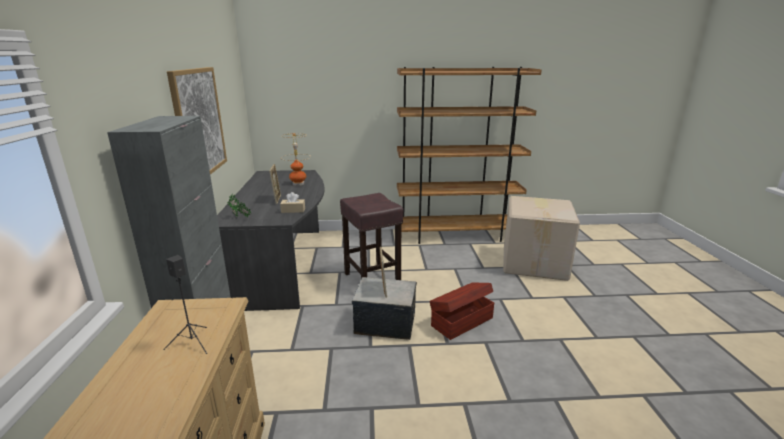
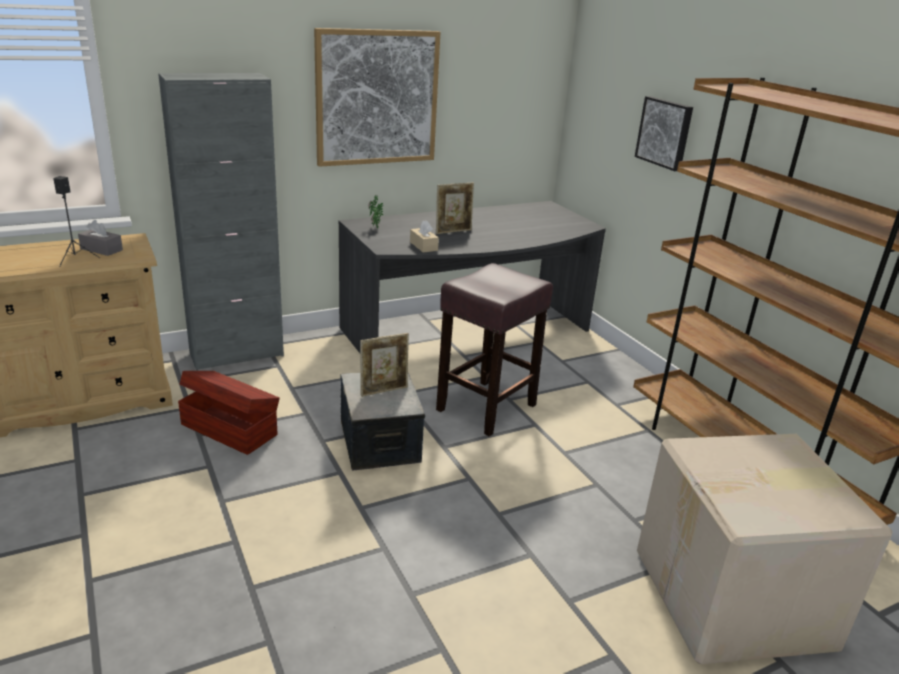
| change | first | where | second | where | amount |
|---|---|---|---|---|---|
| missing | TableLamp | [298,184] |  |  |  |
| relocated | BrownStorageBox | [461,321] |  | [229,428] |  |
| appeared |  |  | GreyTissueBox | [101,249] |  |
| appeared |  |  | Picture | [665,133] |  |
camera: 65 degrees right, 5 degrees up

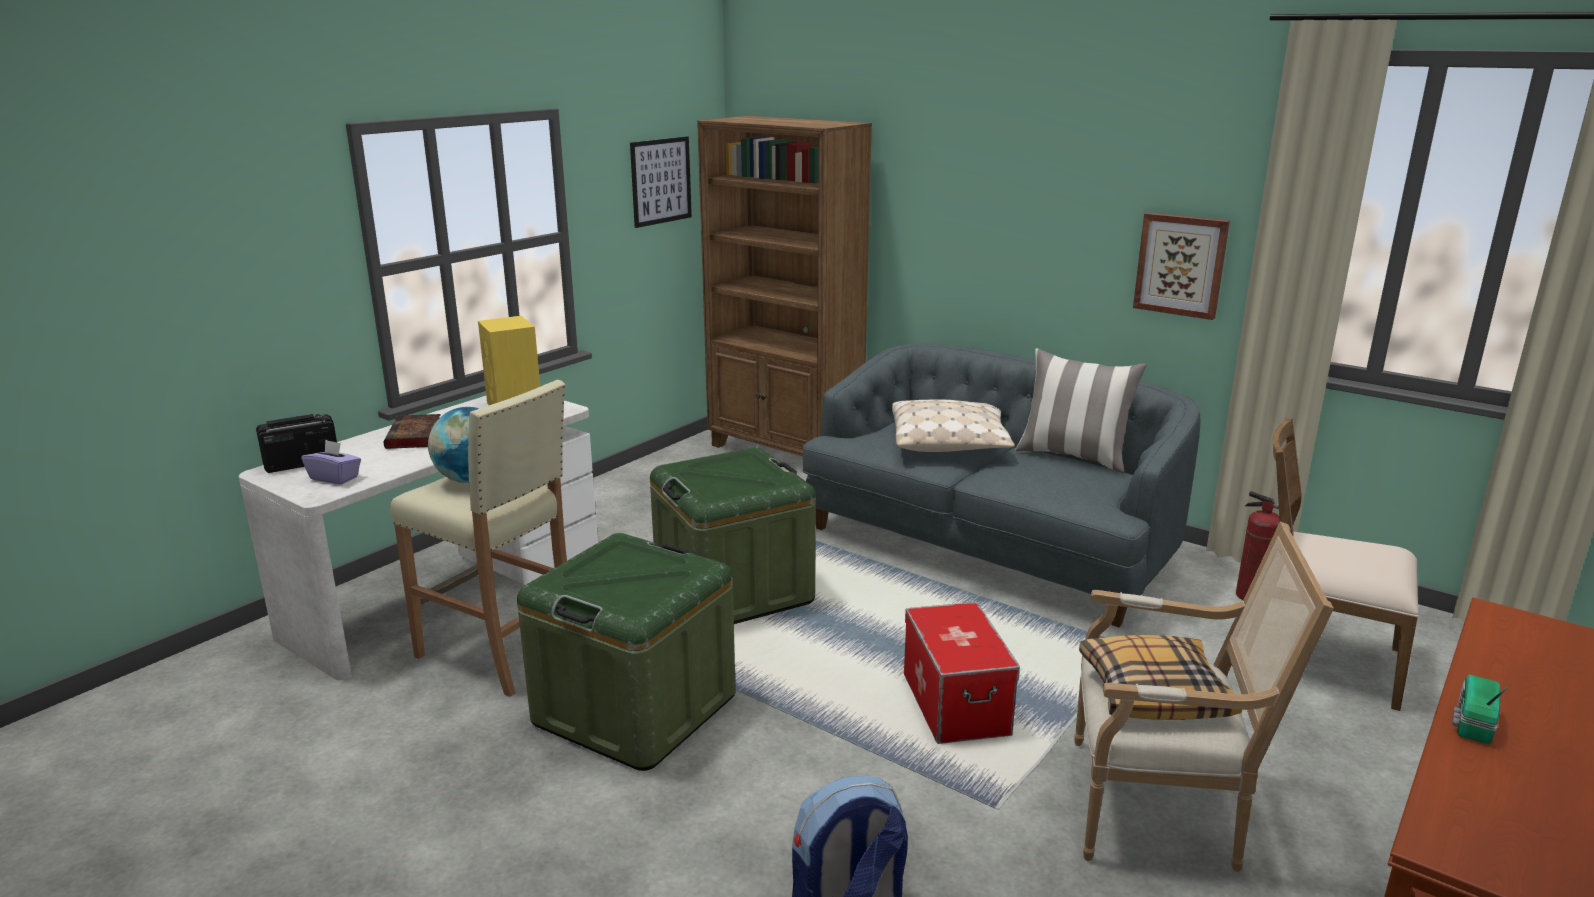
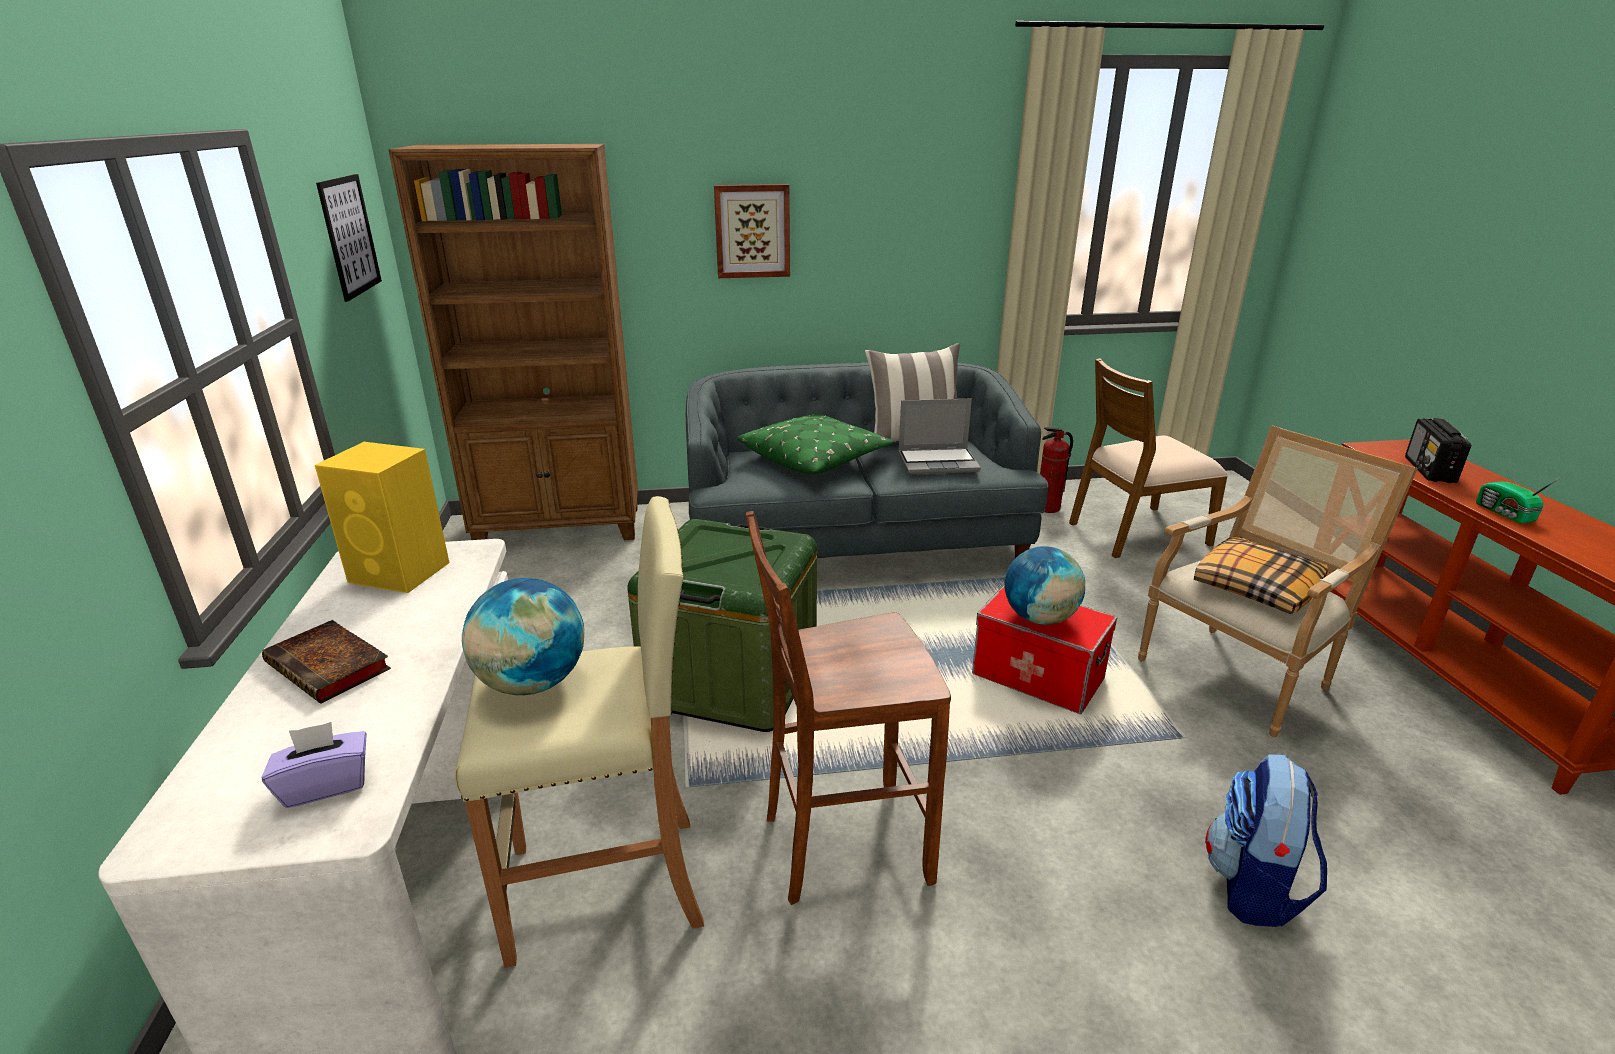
| change | first | where | second | where | amount |
|---|---|---|---|---|---|
| relocated | Radio | [301,463] |  | [1429,470] |  |
| exchanged | GreenStorageBox | [635,709] | BrownStool | [841,845] |  |
| colour | BeigePillow | [950,442] | GreenPillow | [815,458] |  |
| relocated | Picture | [1181,265] |  | [752,231] |  |
| appeared |  |  | Laptop | [938,462] |  |
| appeared |  |  | Globe | [1039,618] |  |
camera: 45 degrees left, 5 degrees up

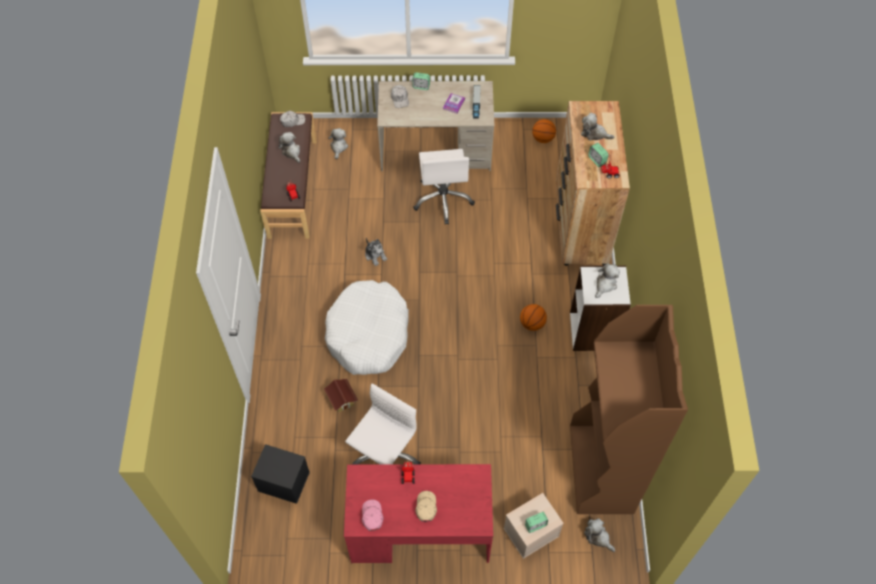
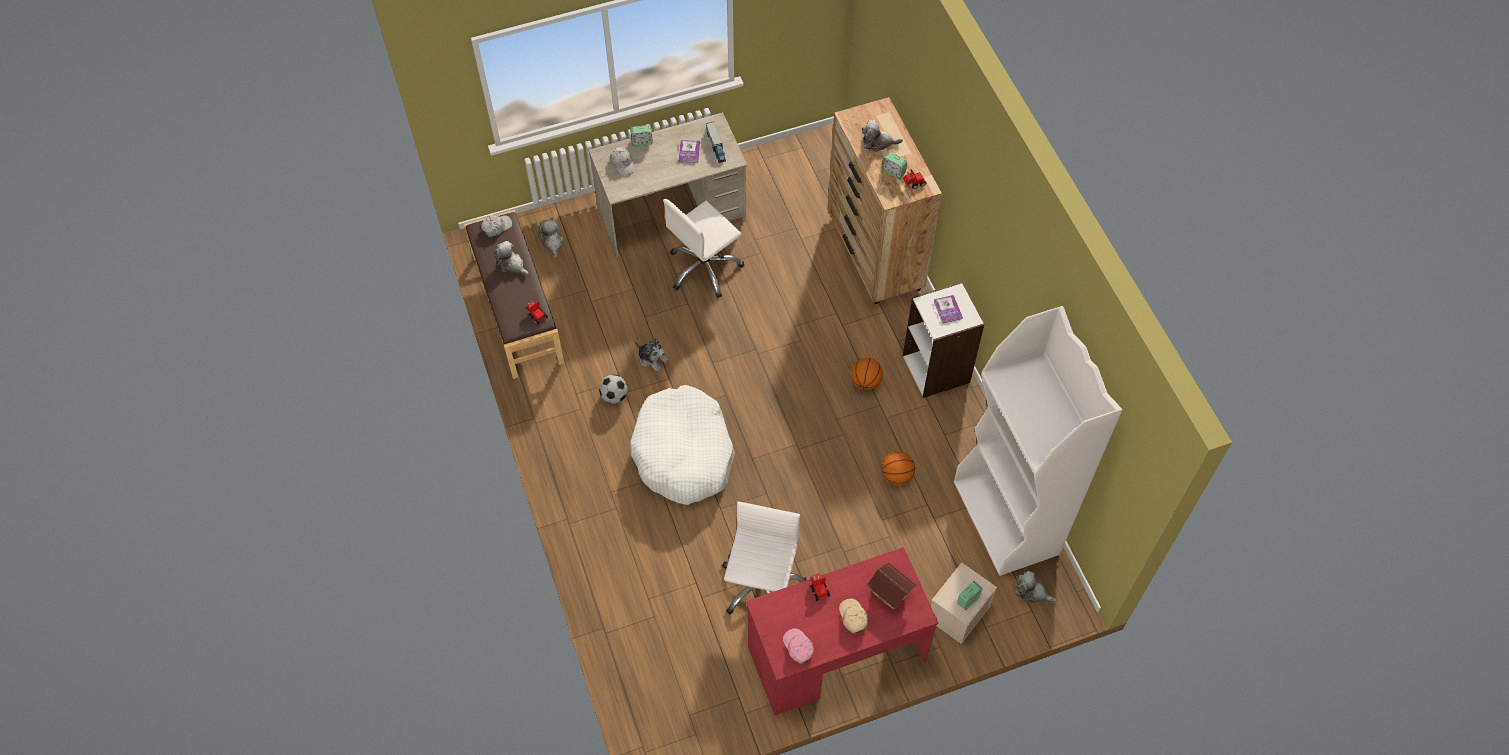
| change | first | where | second | where | amount |
|---|---|---|---|---|---|
| missing | BlackStorageBox | [283,481] |  |  |  |
| relocated | ToyHouse | [342,400] |  | [890,593] |  |
| spun | WhiteOfficeChair | [443,199] |  | [704,269] | 75 degrees clockwise |
| relocated | Basketball | [543,138] |  | [897,475] |  |
| colour | BrownBookcase | [601,470] | WhiteBookcase | [1006,519] |  |
| exchanged | PlushToy | [605,284] | Book | [947,310] |  |
| appeared |  |  | Football | [614,396] |  |
camera: 20 degrees left, 0 degrees up

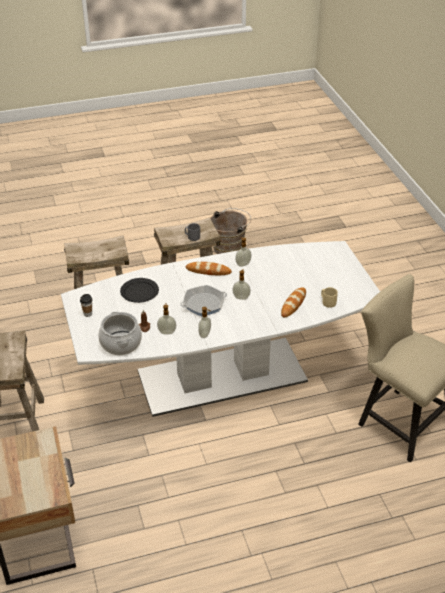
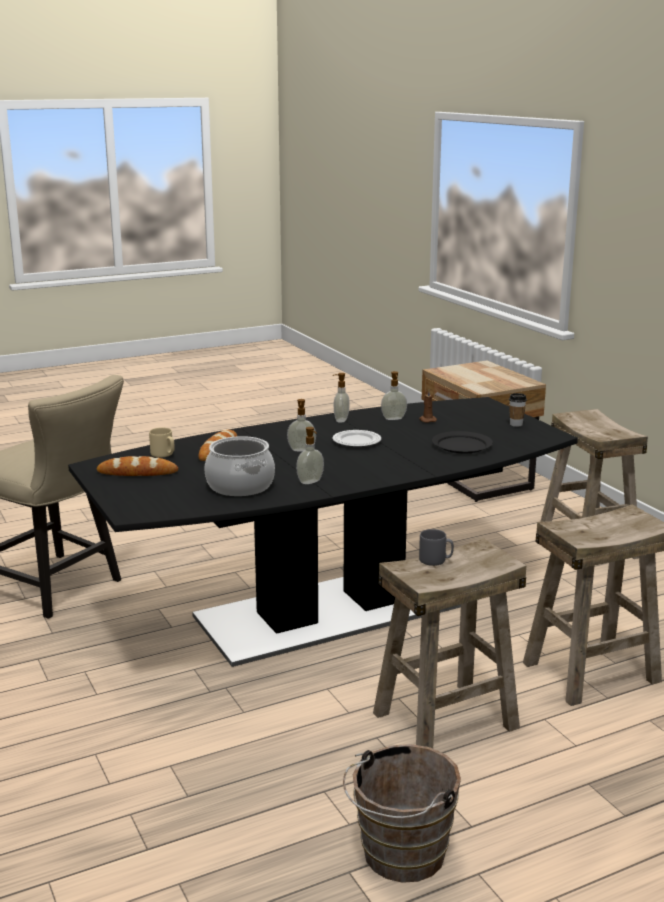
| change | first | where | second | where | amount |
|---|---|---|---|---|---|
| colour | WhiteDiningTable | [222,376] | BlackDiningTable | [331,610] |  |
| relocated | CookingPot | [120,343] |  | [240,486] |  |
| exchanged | FryingPan | [203,304] | Plate | [356,441] |  |
| relocated | Bread | [208,271] |  | [137,472] |  |
camera: 170 degrees right, 20 degrees down

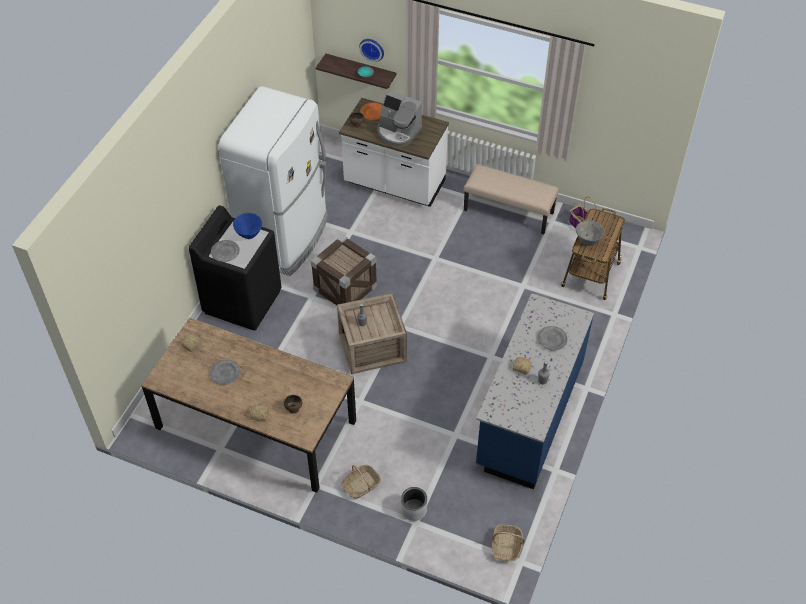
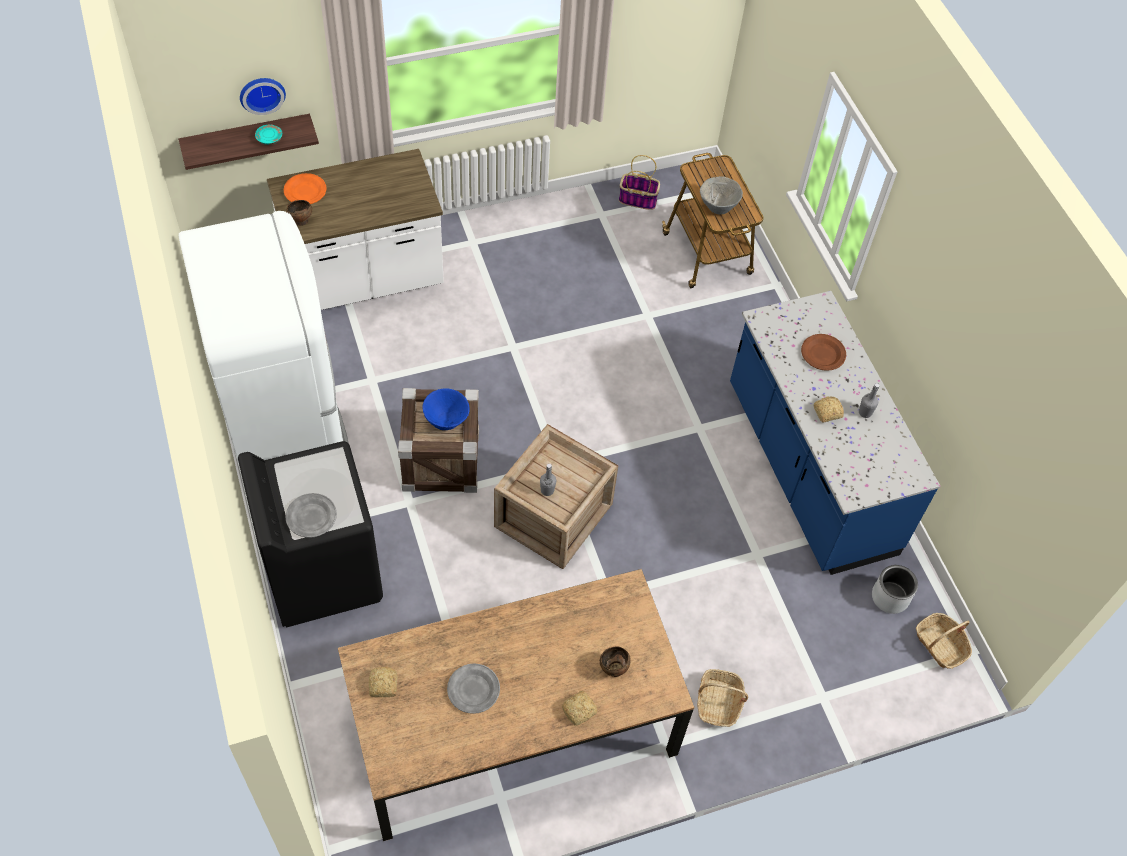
| change | first | where | second | where | amount |
|---|---|---|---|---|---|
| relocated | BlueBowl | [249,234] |  | [446,422] |  |
| missing | CoffeeMachine | [398,132] |  |  |  |
| relocated | GreyPlanter | [413,509] |  | [890,597] |  |
| missing | BeigeBench | [509,211] |  |  |  |
| colour | GreyPlate | [552,339] | BrownPlate | [823,354] |  |
camera: 45 degrees left, 5 degrees up

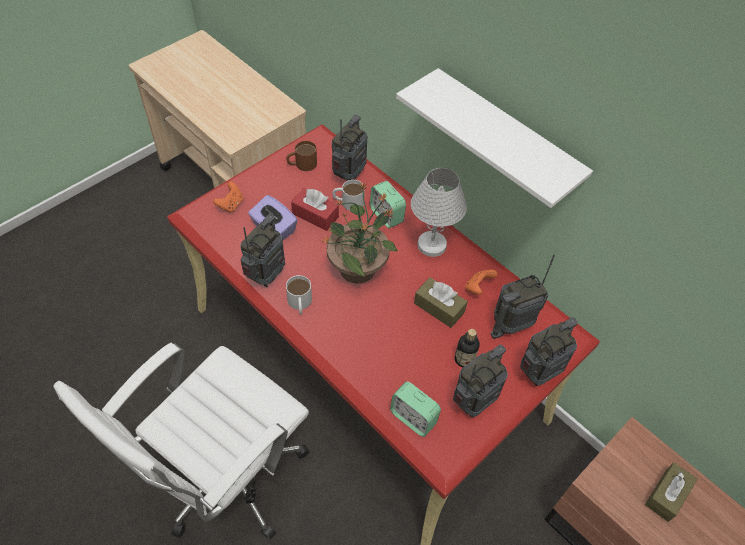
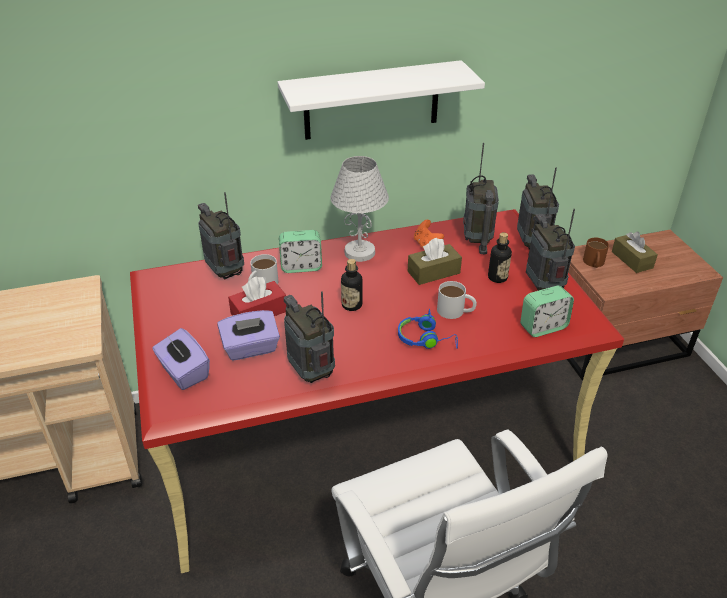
| change | first | where | second | where | amount |
|---|---|---|---|---|---|
| exchanged | OrangeGameController | [231,205] | PurpleTissueBox | [184,372] |  |
| relocated | BrownMug | [302,164] |  | [594,263] |  |
| relocated | WhiteMug | [300,303] |  | [456,311] |  |
| exchanged | PottedPlant | [358,268] | Bottle | [352,305] |  |
| appeared |  |  | BlueHeadphones | [426,339] |  |
camera: 60 degrees left, 15 degrees down

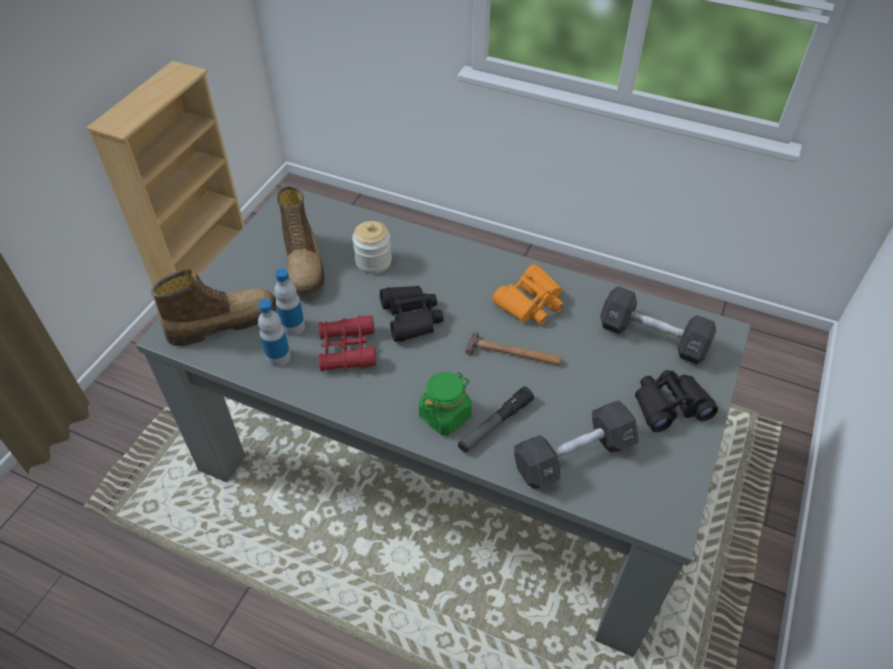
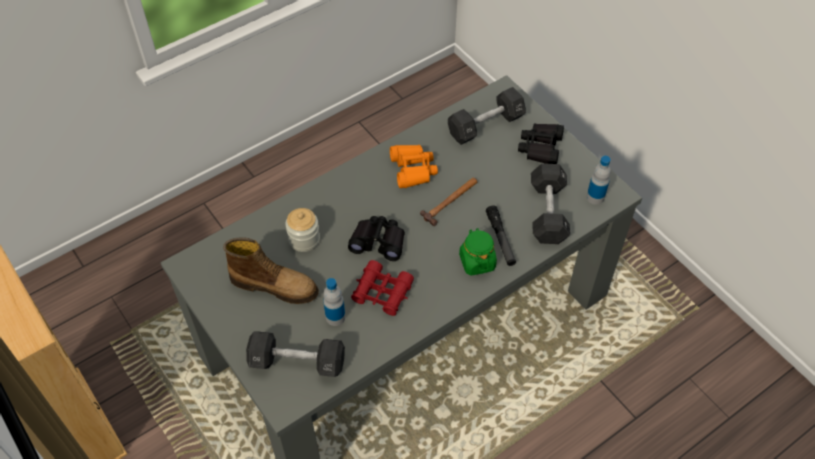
| change | first | where | second | where | amount |
|---|---|---|---|---|---|
| exchanged | Boot | [223,322] | BlackDumbbell | [297,362] |  |
| relocated | Bottle | [278,357] |  | [595,197] |  |
camera: 60 degrees left, 5 degrees up

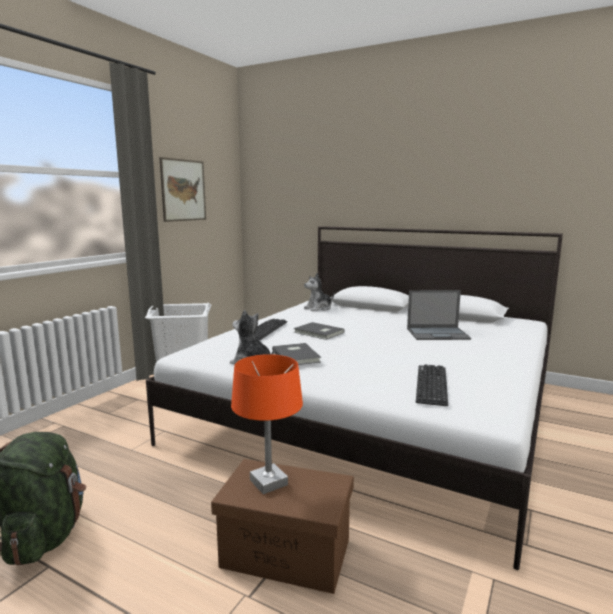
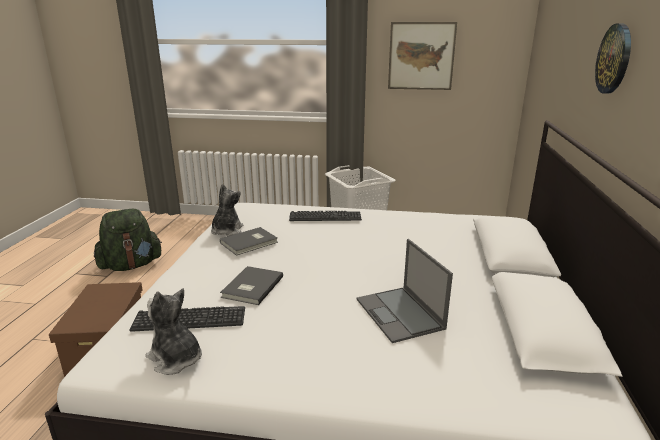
| change | first | where | second | where | amount |
|---|---|---|---|---|---|
| missing | OrangeTableLamp | [269,483] |  |  |  |
| relocated | GreyBook | [318,333] |  | [251,287] |  |
| relocated | PlushToy | [319,308] |  | [176,359] |  |
| appeared |  |  | WallClock | [614,59] |  |
camera: 70 degrees right, 10 degrees up

